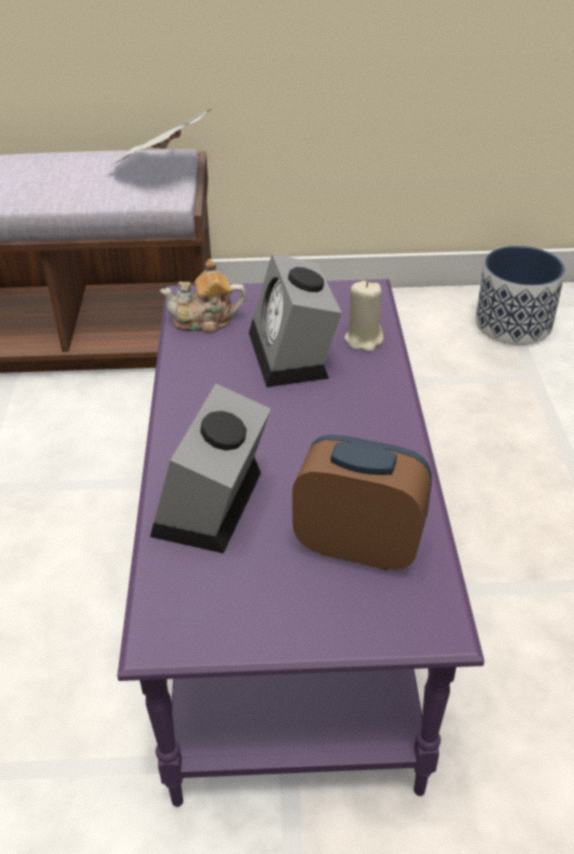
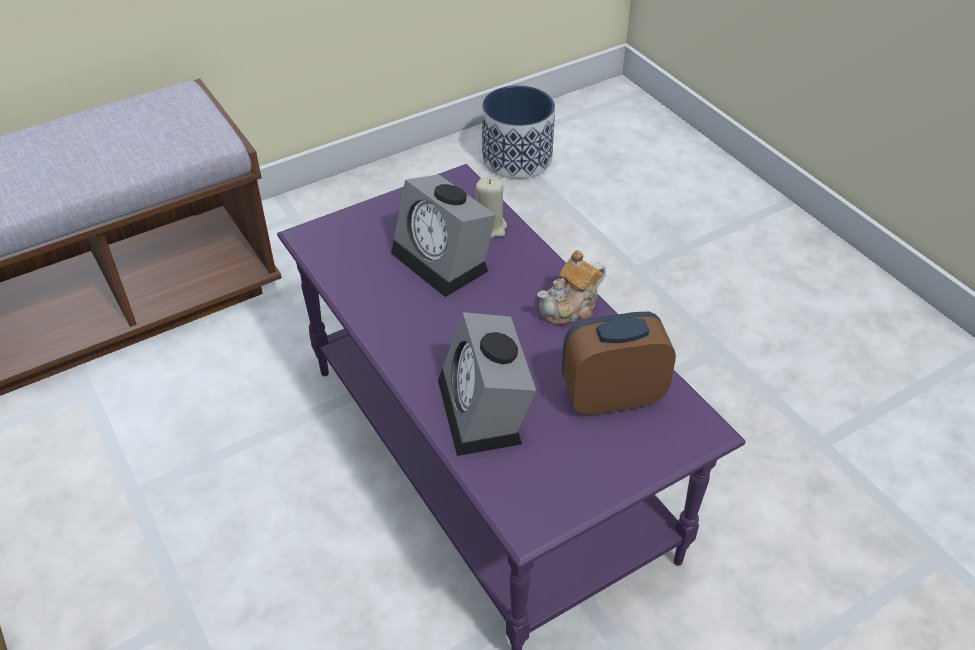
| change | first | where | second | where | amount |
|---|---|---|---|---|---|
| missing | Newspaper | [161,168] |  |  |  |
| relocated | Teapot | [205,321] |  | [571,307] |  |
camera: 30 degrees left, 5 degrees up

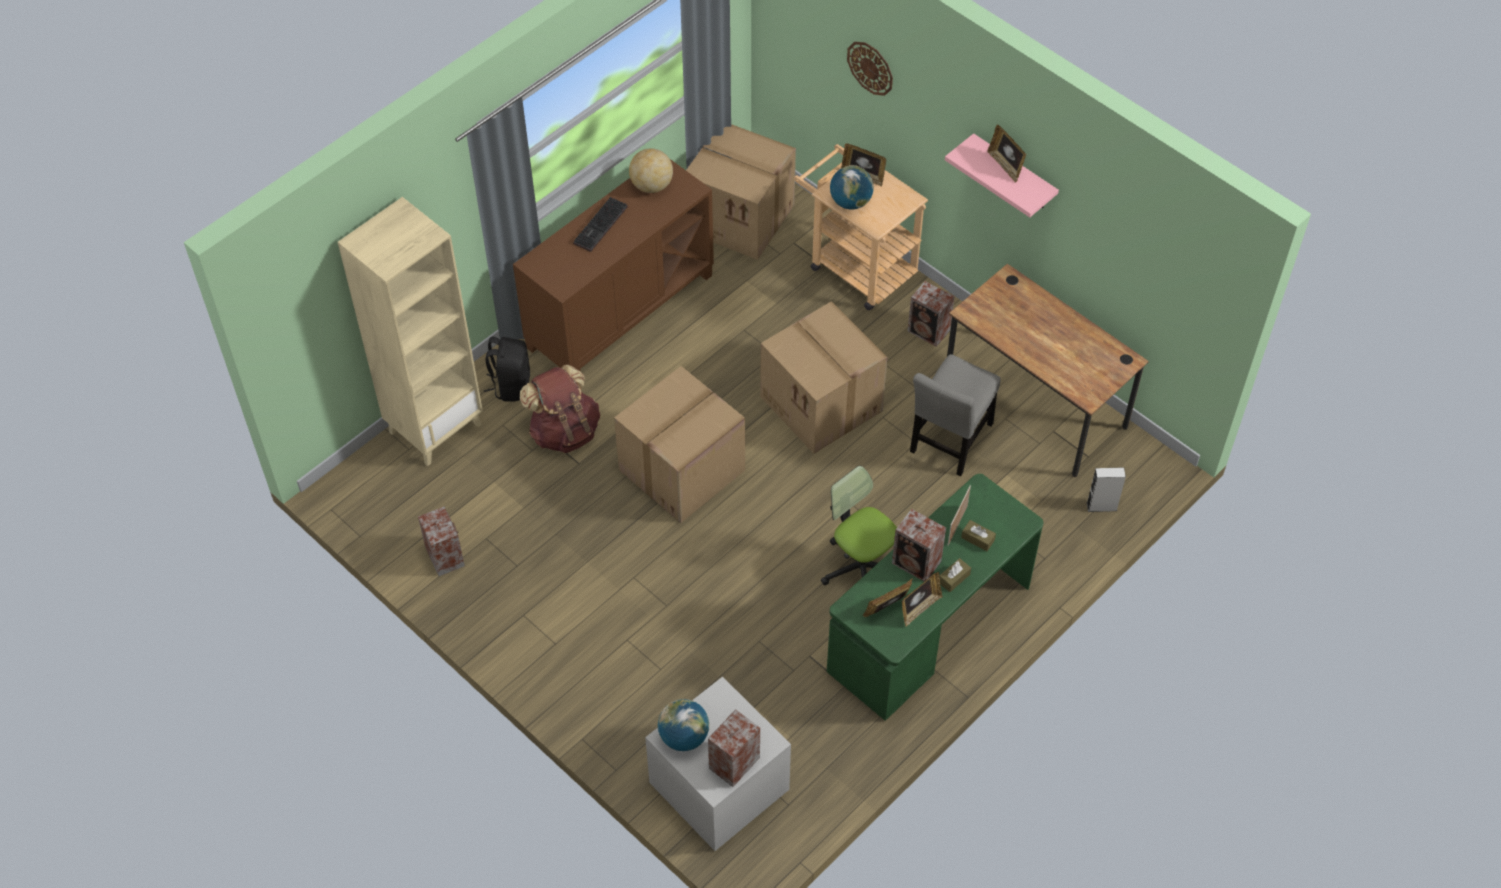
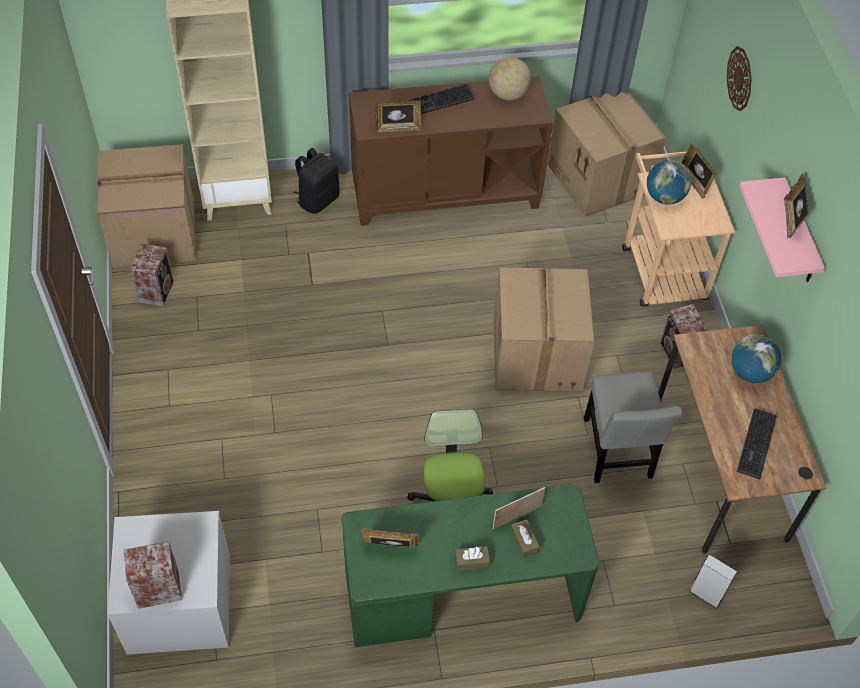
| change | first | where | second | where | amount |
|---|---|---|---|---|---|
| missing | BrownBackpack | [564,431] |  |  |  |
| relocated | CardboardBox | [682,472] |  | [152,234] |  |
| relocated | Globe | [684,737] |  | [750,372] |  |
| missing | Speaker | [917,563] |  |  |  |
| relocated | PictureFrame | [919,608] |  | [398,128] |  |
| spun | GreyChair | [950,441] |  | [617,452] | 75 degrees counterclockwise |
| appeared |  |  | Keyboard | [757,445] |  |
camera: 35 degrees right, 0 degrees up

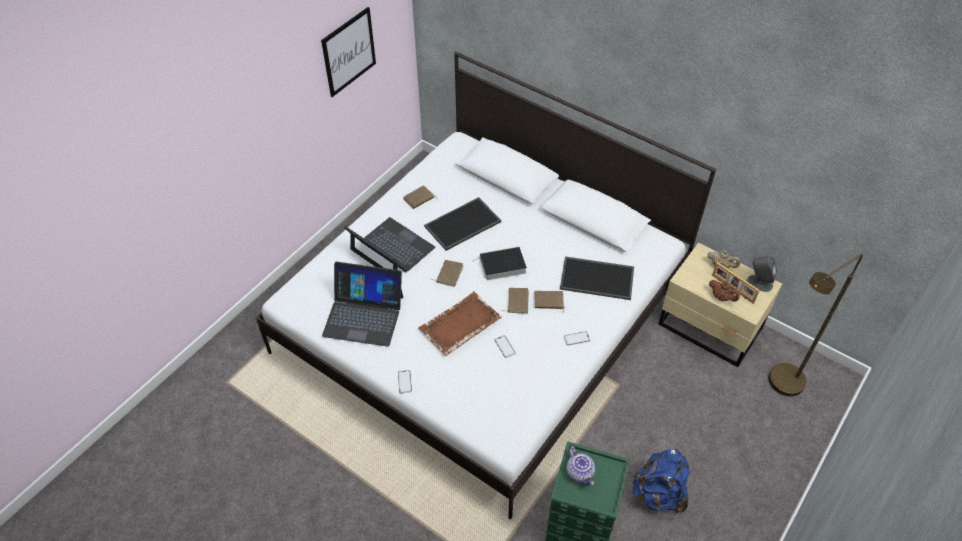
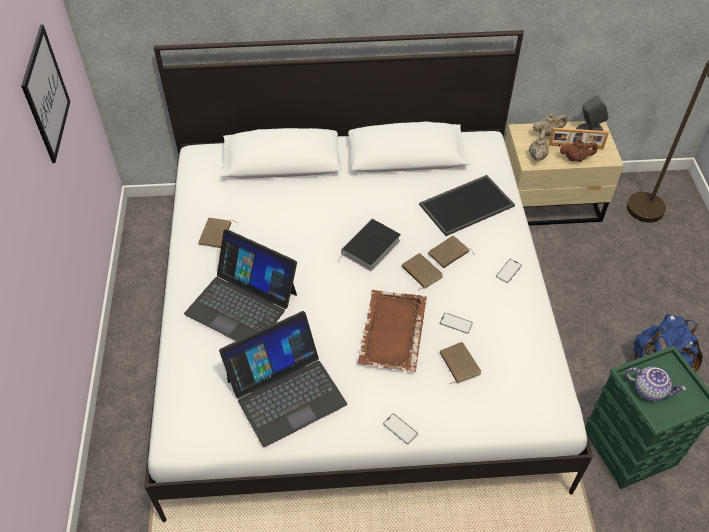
| change | first | where | second | where | amount |
|---|---|---|---|---|---|
| spun | Laptop | [391,249] |  | [242,303] | 150 degrees counterclockwise |
| missing | Tray | [462,225] |  |  |  |
| relocated | BrownBook | [448,274] |  | [458,364] |  |
| appeared |  |  | BeigeTeapot | [537,155] |  |
camera: 40 degrees left, 0 degrees up

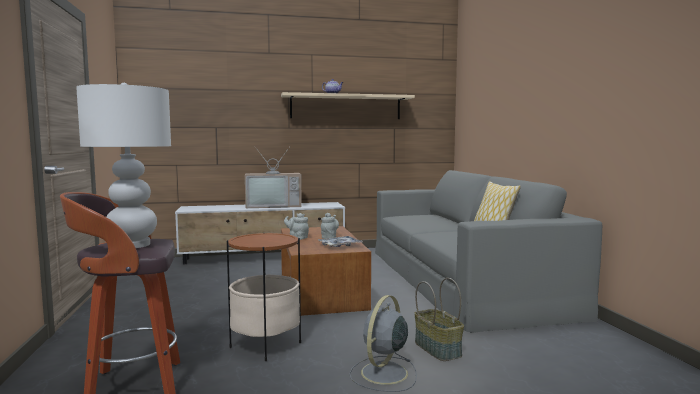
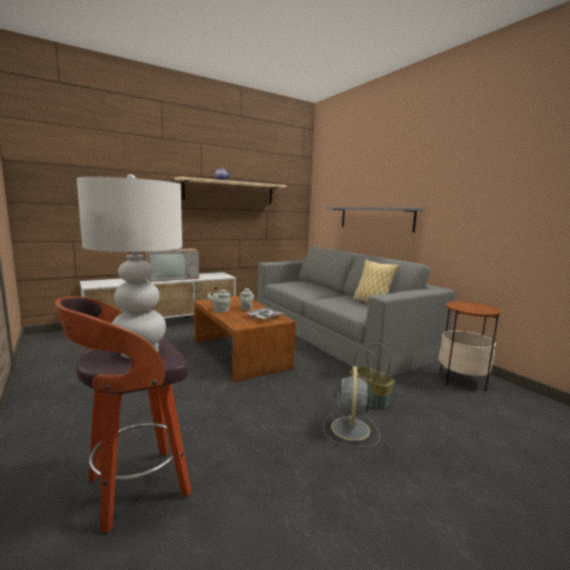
| change | first | where | second | where | amount |
|---|---|---|---|---|---|
| relocated | SideTable | [265,345] |  | [461,380] |  |
| appeared |  |  | GreyShelf | [375,218] |  |
camera: 20 degrees left, 5 degrees up

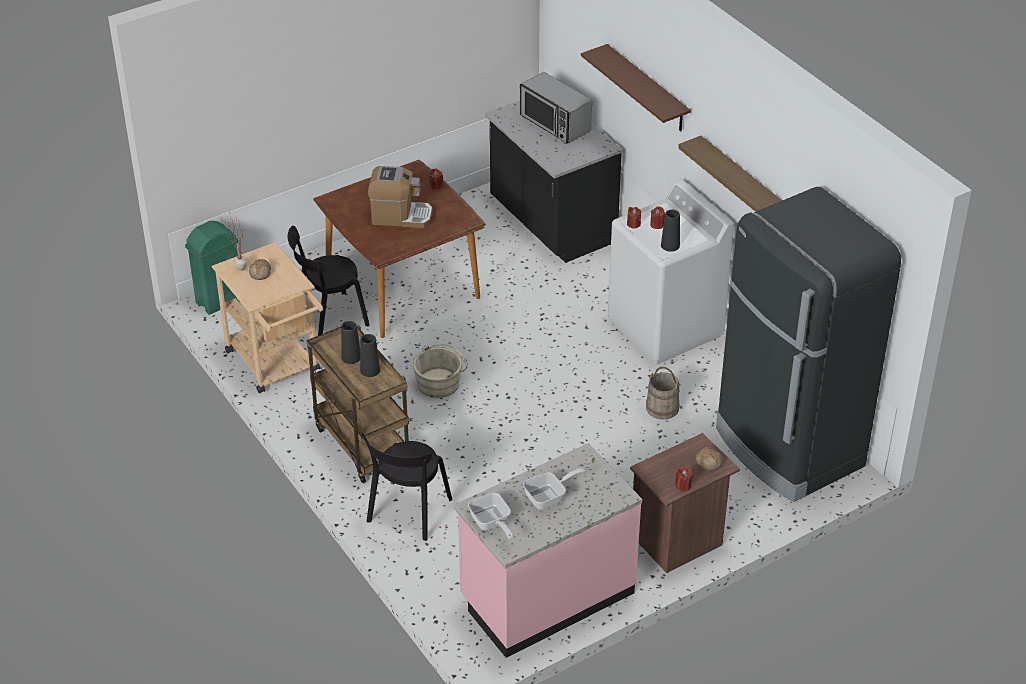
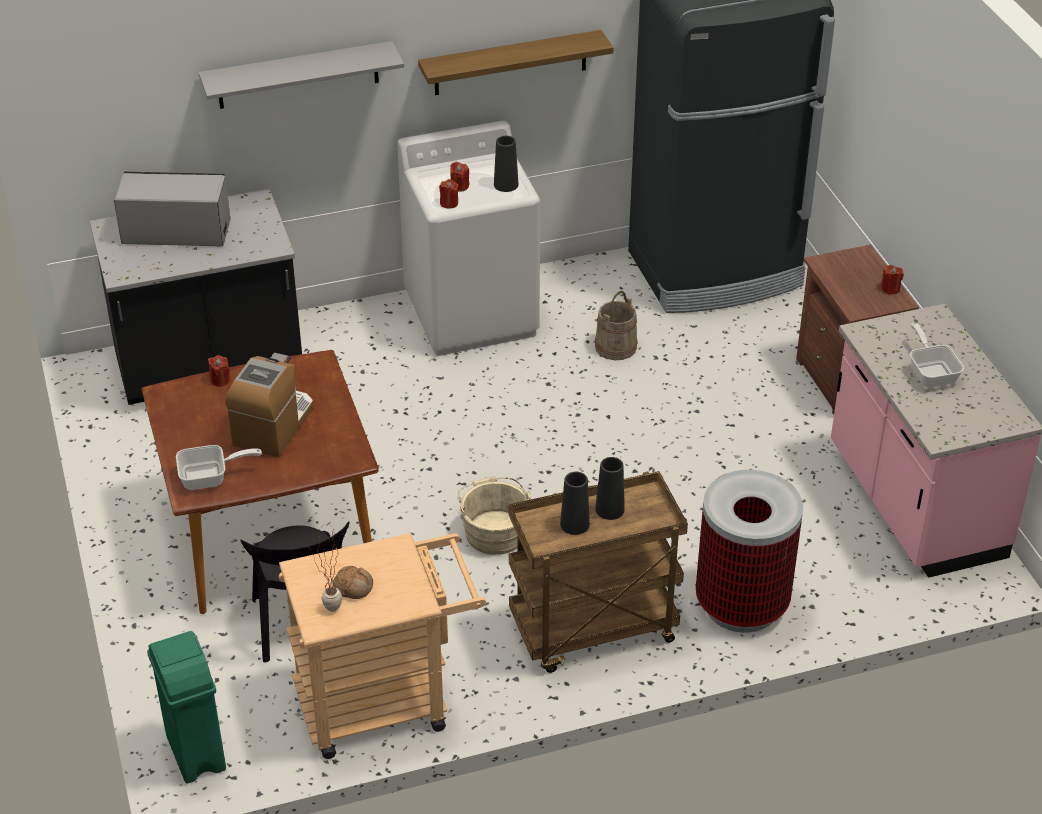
| change | first | where | second | where | amount |
|---|---|---|---|---|---|
| exchanged | BlackChair | [407,513] | TrashCan | [741,605] |  |
| relocated | FryingPan | [491,523] |  | [210,477] |  |
| spun | Microwave | [555,124] |  | [176,231] | 150 degrees counterclockwise |
| colour | BrownShelf | [647,89] | GreyShelf | [298,75] |  |
| missing | Bread | [709,462] |  |  |  |
camera: 75 degrees left, 0 degrees up

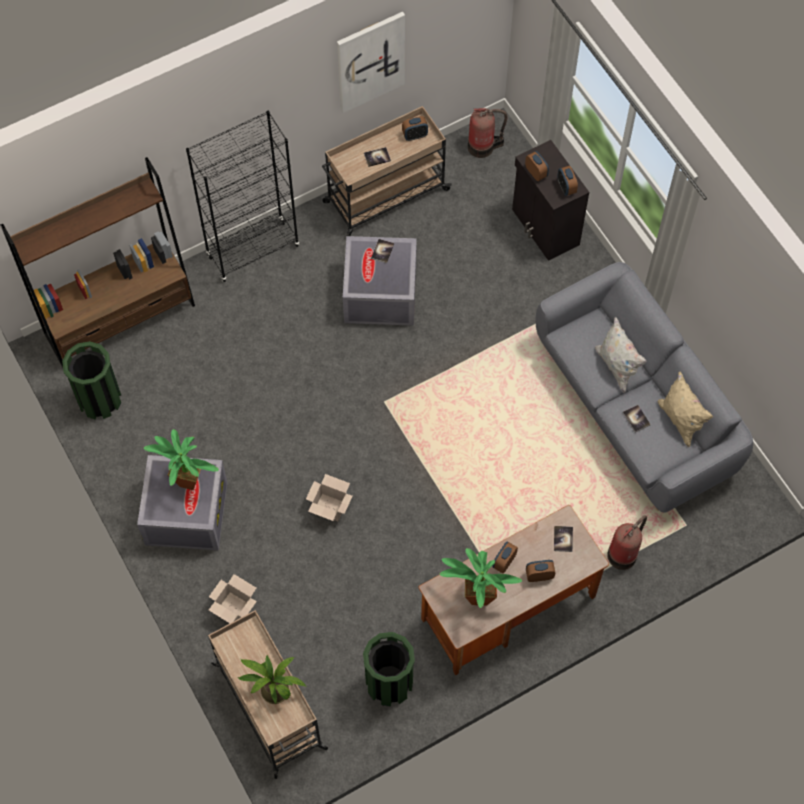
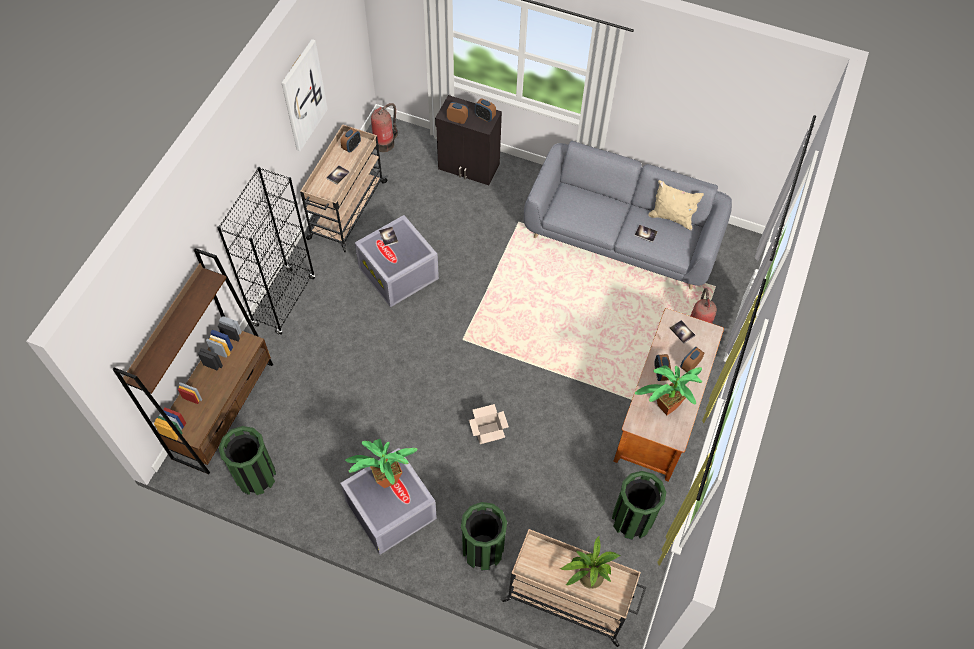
| change | first | where | second | where | amount |
|---|---|---|---|---|---|
| exchanged | CardboardBox | [234,608] | GreenTrashCan | [482,550] |  |
| missing | WhitePillow | [617,366] |  |  |  |
camera: 40 degrees left, 5 degrees down

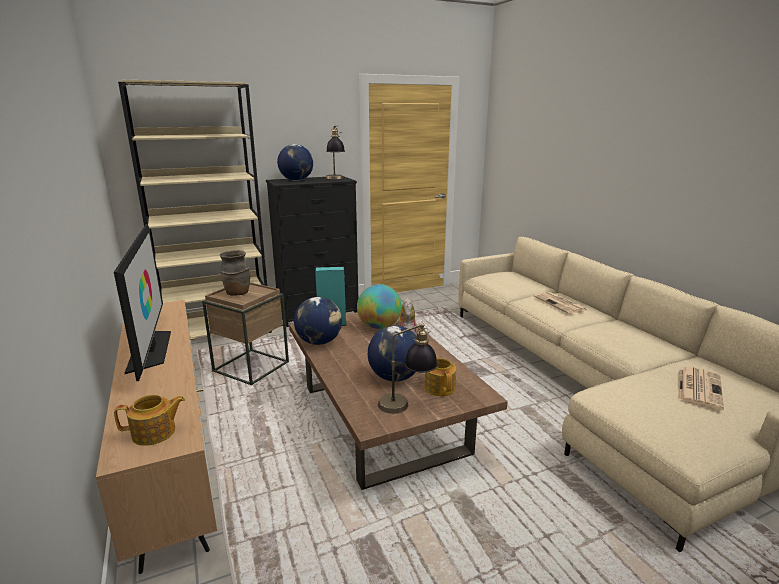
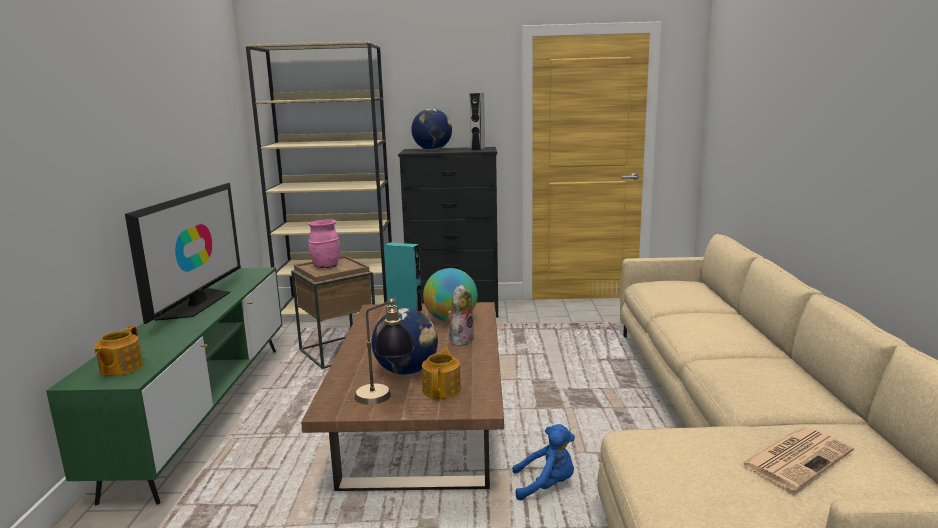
| change | first | where | second | where | amount |
|---|---|---|---|---|---|
| colour | BrownTvStand | [172,449] | GreenTvStand | [206,411] |  |
| spun | Teapot | [155,433] |  | [120,368] | 90 degrees clockwise |
| colour | BrownVase | [237,293] | PinkVase | [325,266] |  |
| missing | Globe | [319,342] |  |  |  |
| exchanged | TableLamp | [335,179] | GreySpeaker | [478,149] |  |
| missing | Newspaper | [560,304] |  |  |  |
| appeared |  |  | BluePlushToy | [546,485] |  |
camera: 25 degrees right, 5 degrees down

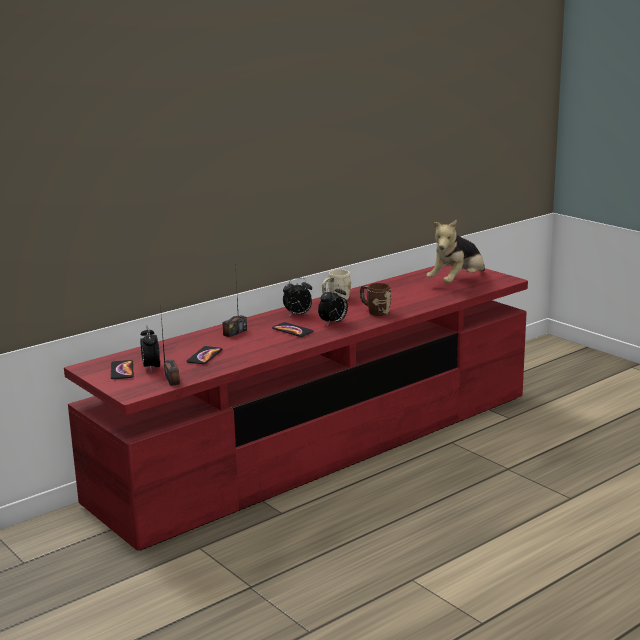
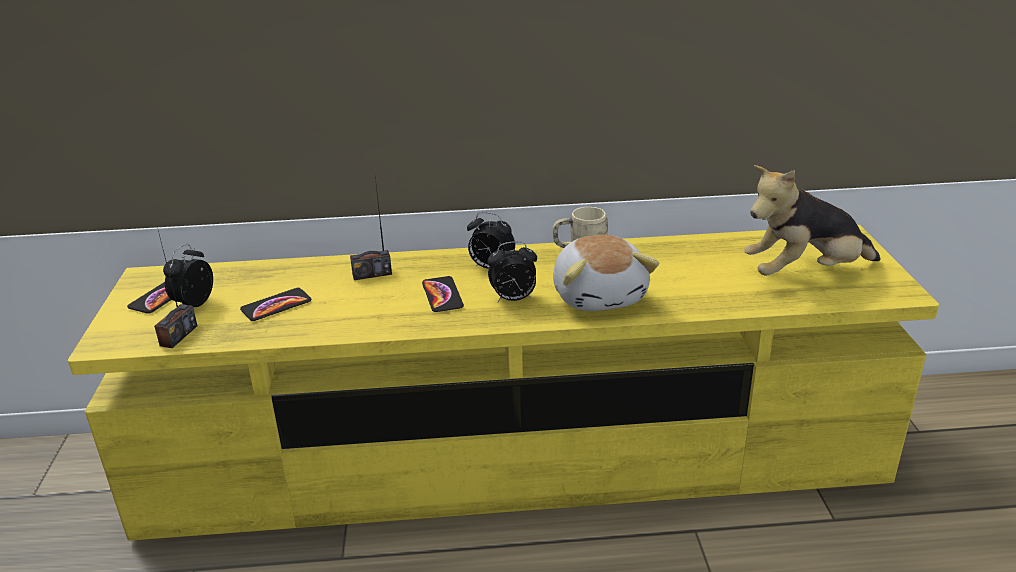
| change | first | where | second | where | amount |
|---|---|---|---|---|---|
| colour | RedTvStand | [322,447] | YellowTvStand | [513,459] |  |
| exchanged | BrownMug | [374,312] | PlushToy | [600,295] |  |
camera: 35 degrees right, 10 degrees up

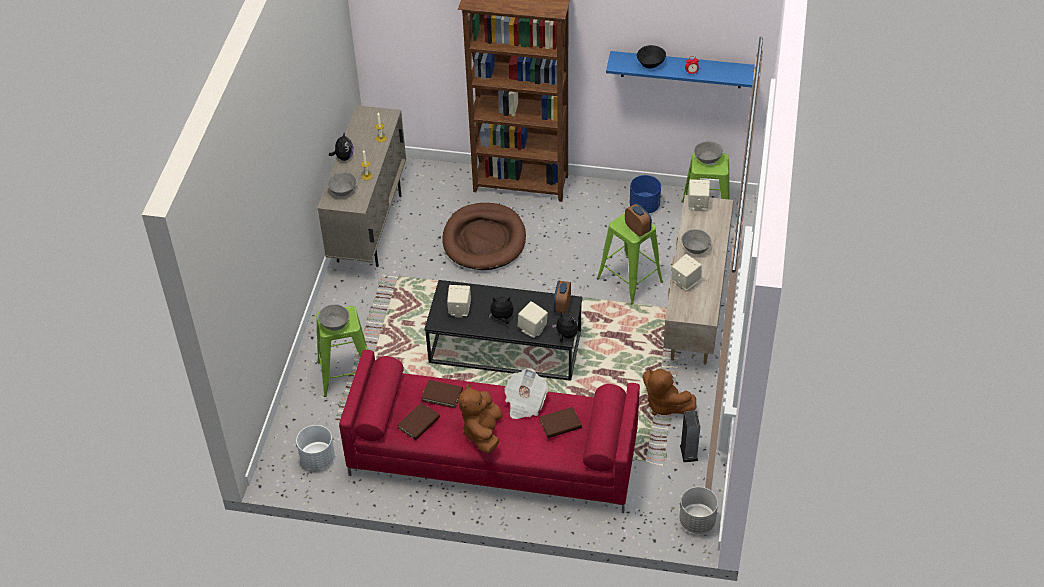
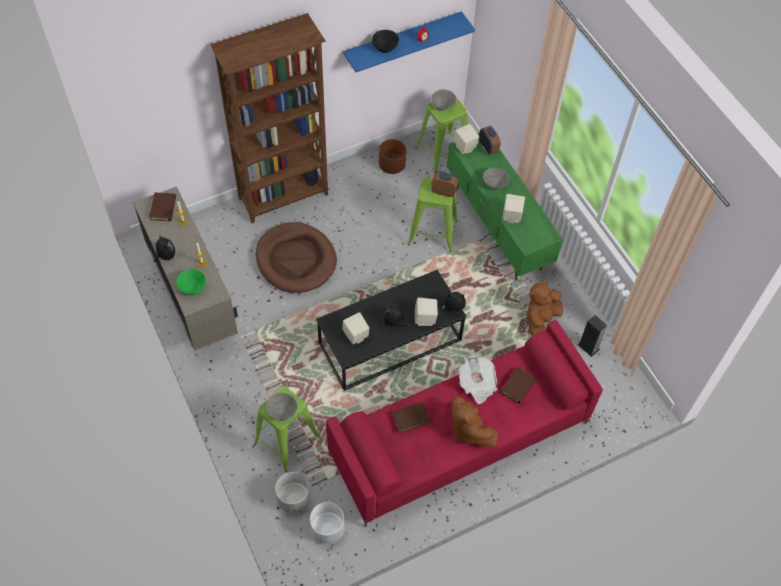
| change | first | where | second | where | amount |
|---|---|---|---|---|---|
| colour | GreyBowl | [342,191] | GreenBowl | [193,288] |  |
| relocated | BrownBook | [419,423] |  | [163,208] |  |
| relocated | AlarmClock | [562,306] |  | [488,148] |  |
| colour | BluePlanter | [644,206] | BrownPlanter | [392,166] |  |
| spun | BrownPlushToy | [664,404] |  | [541,319] | 120 degrees clockwise |
| colour | BeigeTvStand | [695,308] | GreenTvStand | [496,229] |  |
| relocated | GreyPlanter | [697,521] |  | [294,499] |  |
camera: 40 degrees left, 10 degrees up

